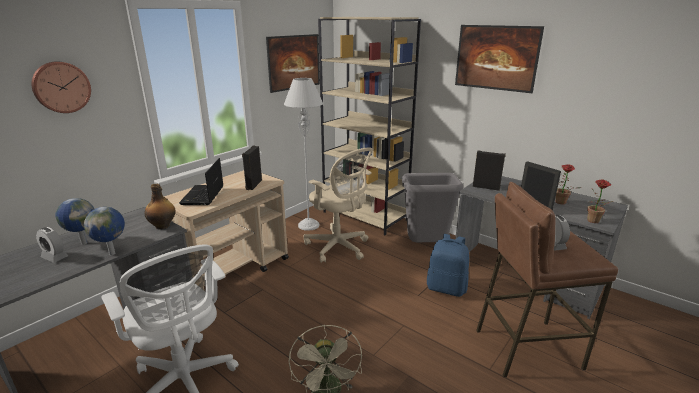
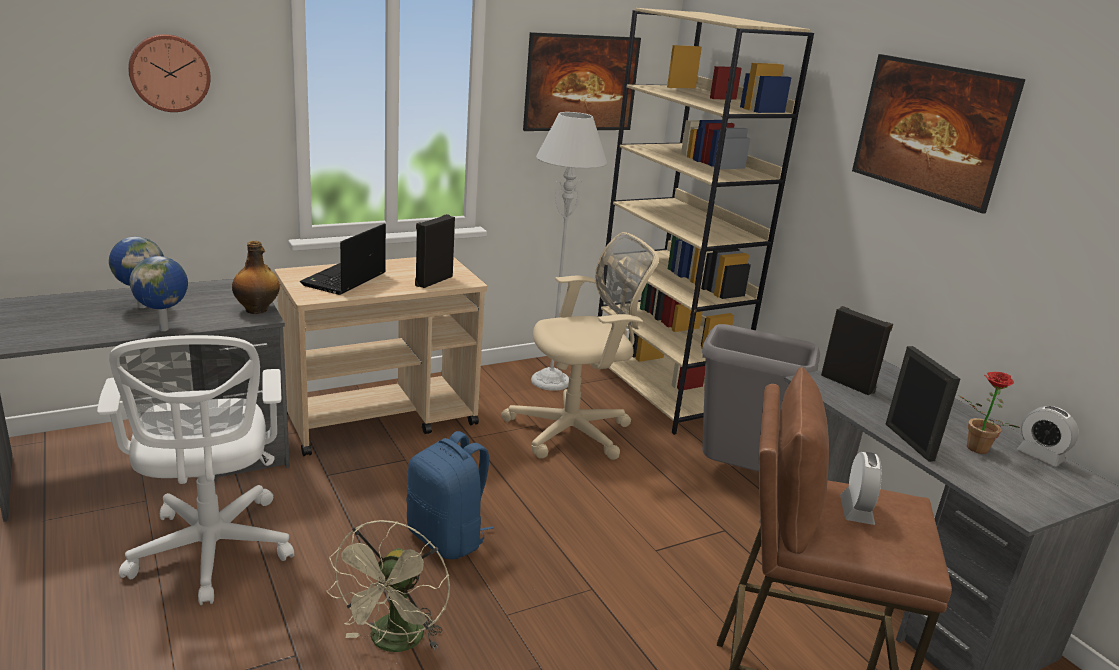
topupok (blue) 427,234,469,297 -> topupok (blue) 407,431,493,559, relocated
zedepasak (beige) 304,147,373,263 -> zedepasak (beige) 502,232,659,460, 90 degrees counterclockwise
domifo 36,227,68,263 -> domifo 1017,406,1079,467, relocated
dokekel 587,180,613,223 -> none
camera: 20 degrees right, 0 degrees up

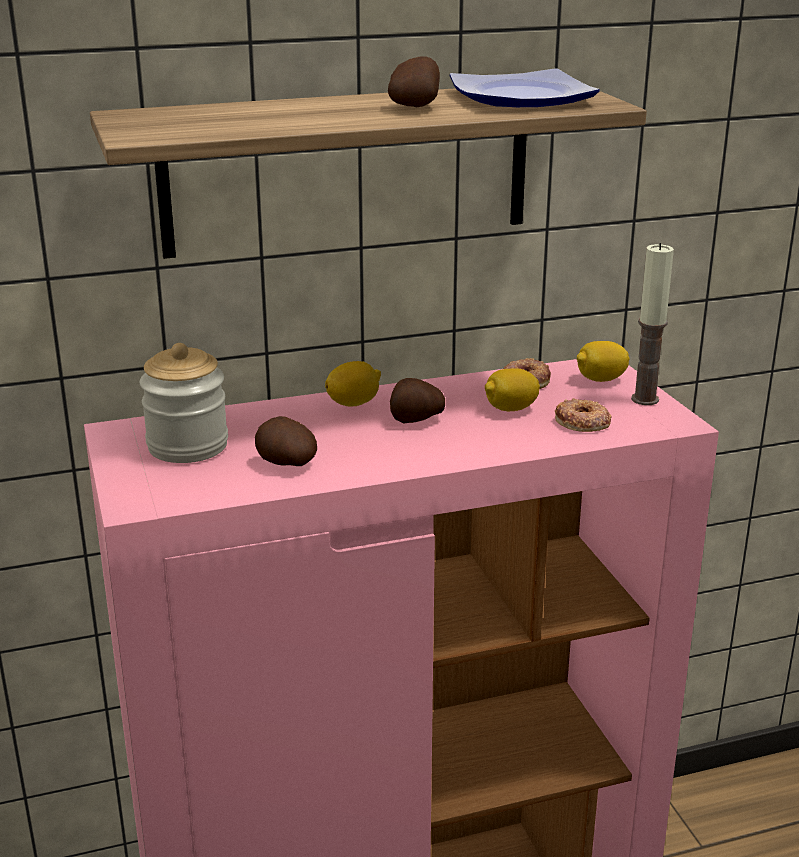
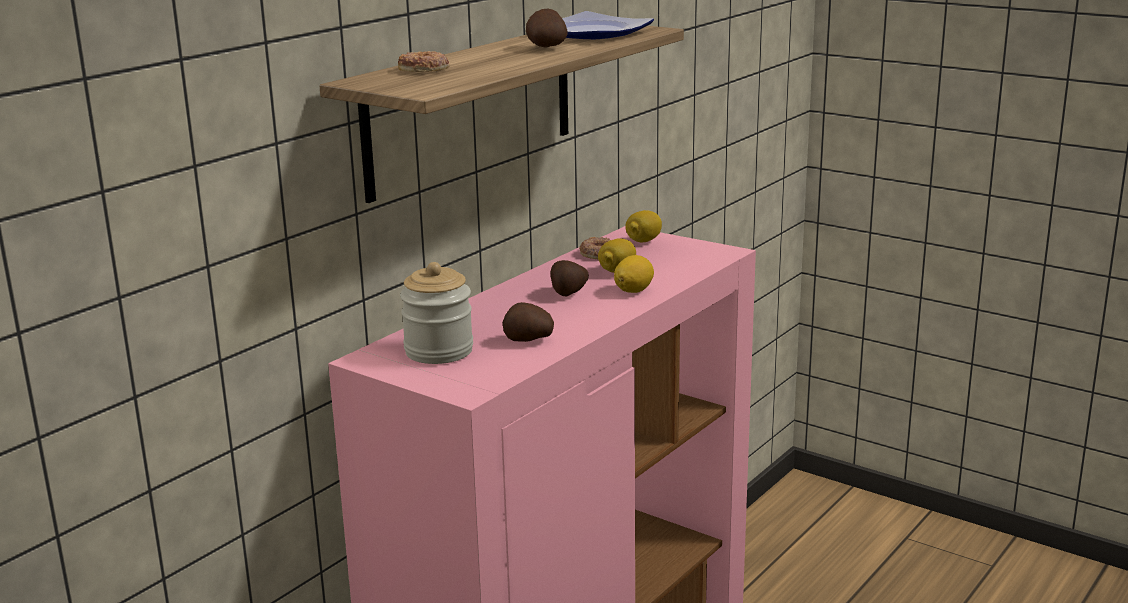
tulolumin 555,399,612,432 -> tulolumin 398,51,449,72, relocated
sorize 325,361,381,407 -> sorize 614,255,654,293, relocated
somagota 631,243,674,405 -> none
camera: 35 degrees left, 5 degrees down

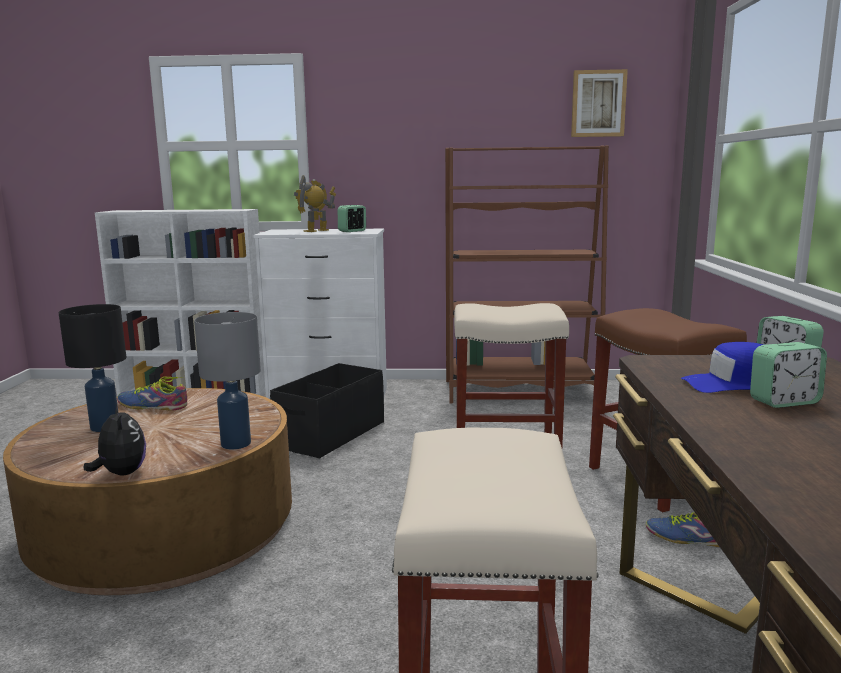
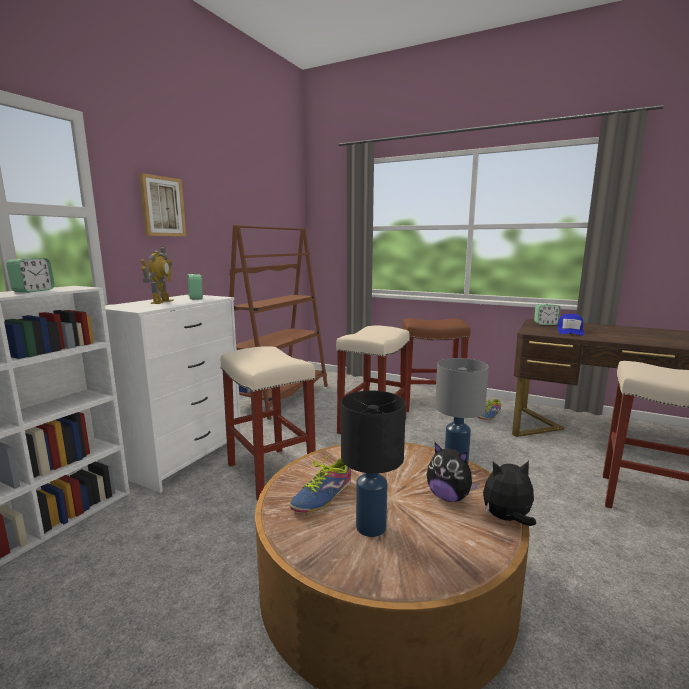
domifo 750,342,827,408 -> domifo 6,258,55,293, relocated
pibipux 571,69,628,137 -> pibipux 139,173,186,236, relocated
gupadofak 294,175,336,232 -> gupadofak 141,246,174,304, 150 degrees counterclockwise
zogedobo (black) 270,363,384,458 -> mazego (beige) 220,346,316,500
none -> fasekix 427,443,480,502
camera: 65 degrees left, 0 degrees up

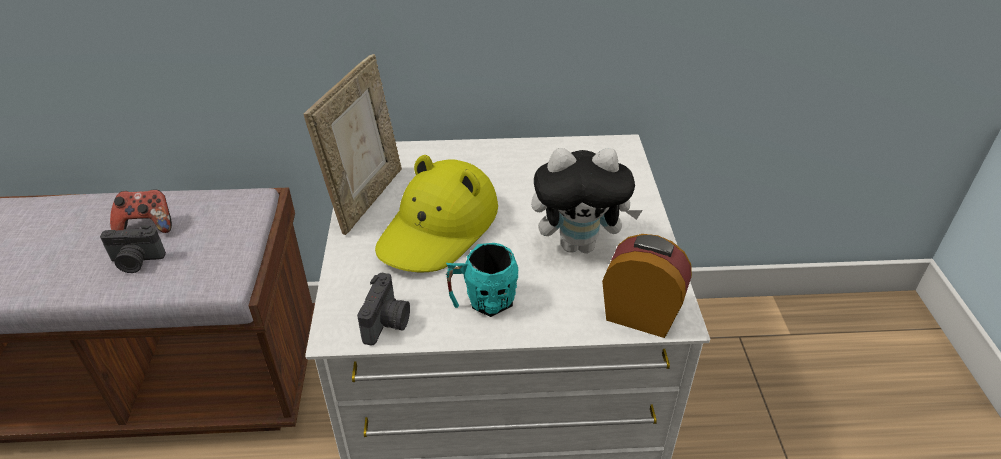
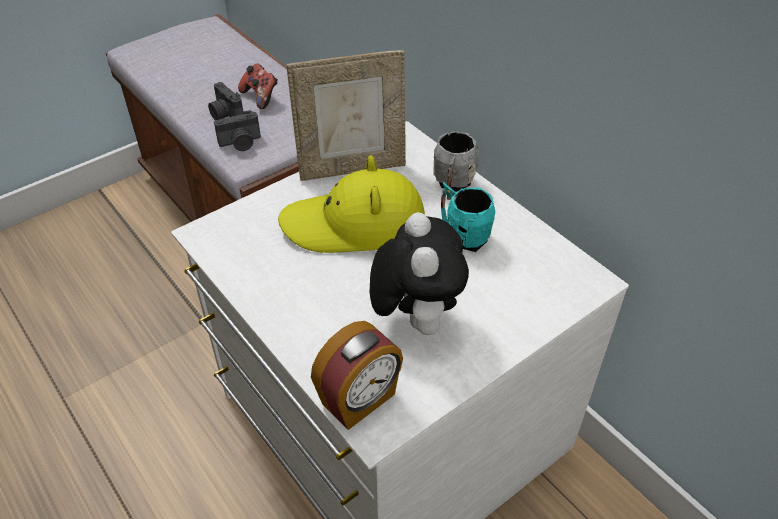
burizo 357,273,410,346 -> burizo 214,110,261,151, relocated
domifo 602,234,692,338 -> domifo 311,321,403,430, 60 degrees clockwise
fasekix 531,148,643,253 -> fasekix 370,212,469,335, 150 degrees counterclockwise
none -> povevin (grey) 433,131,479,200
povevin (turquoise) 445,243,519,317 -> povevin (turquoise) 441,182,495,252, relocated
camera: 55 degrees right, 5 degrees up

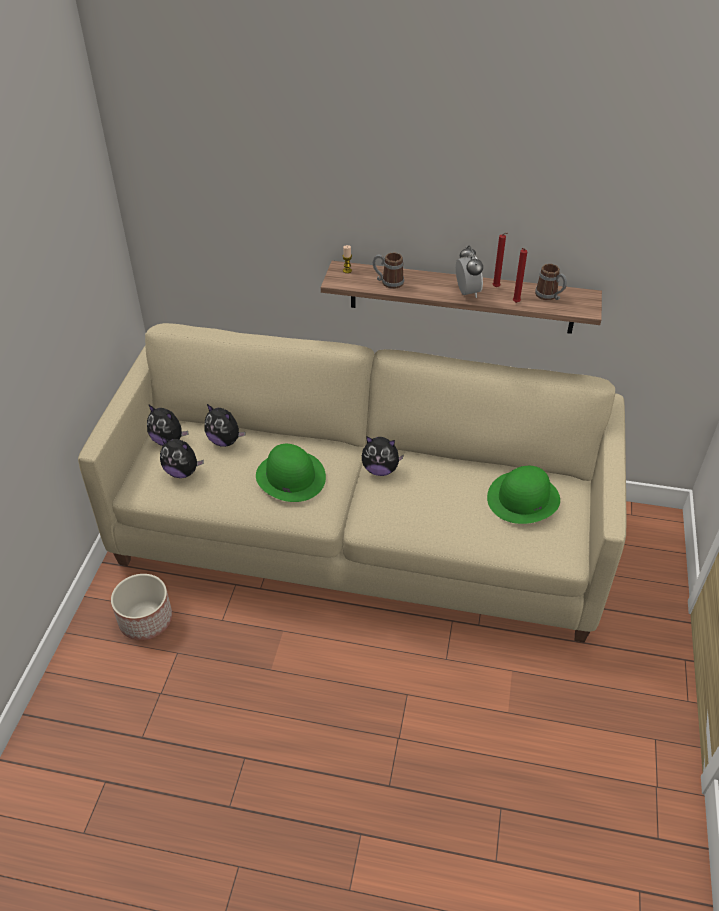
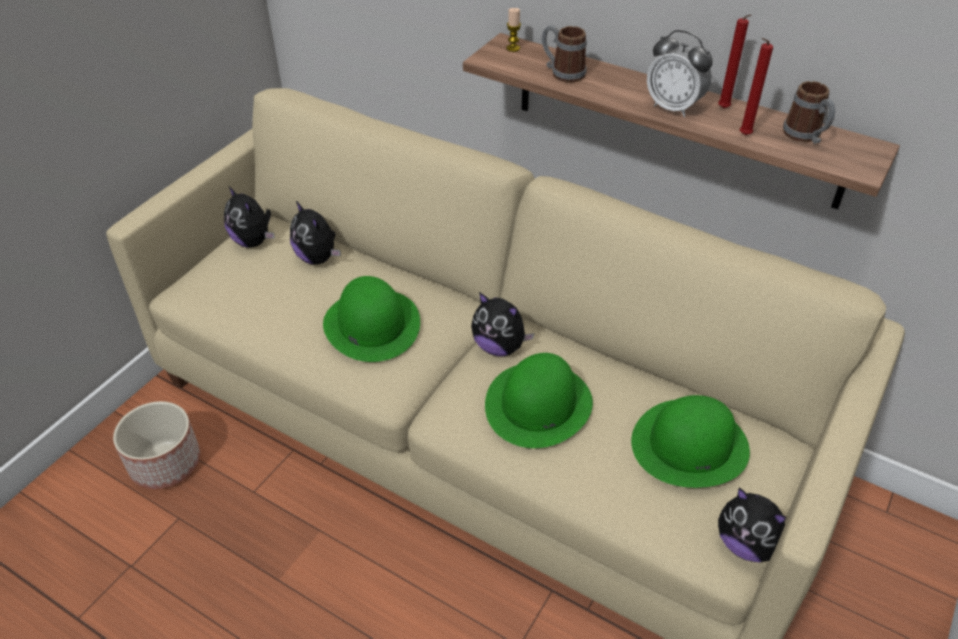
none -> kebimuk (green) 485,353,593,448
domifo 456,246,483,298 -> domifo 647,30,712,117, 120 degrees clockwise
fasekix 160,437,204,478 -> fasekix 718,488,786,562, relocated
camera: 20 degrees right, 0 degrees up

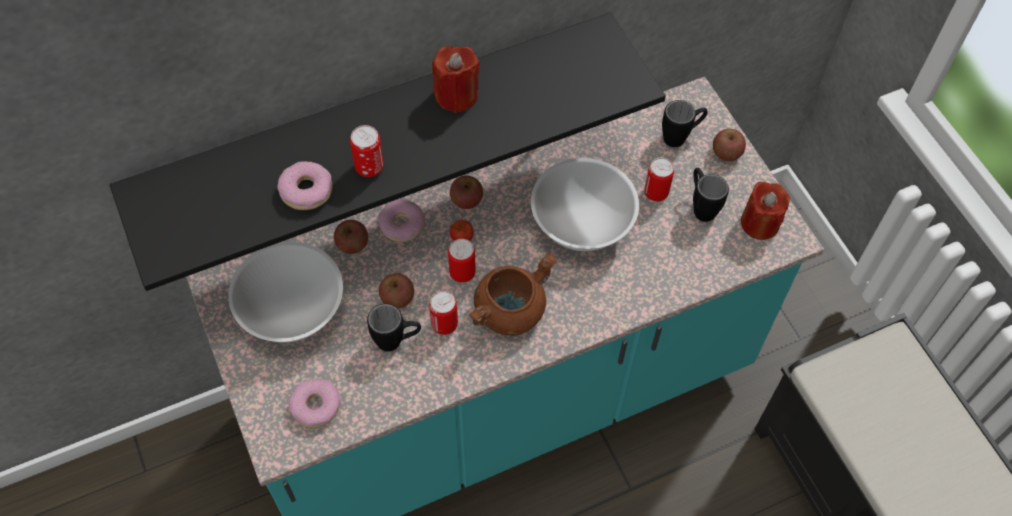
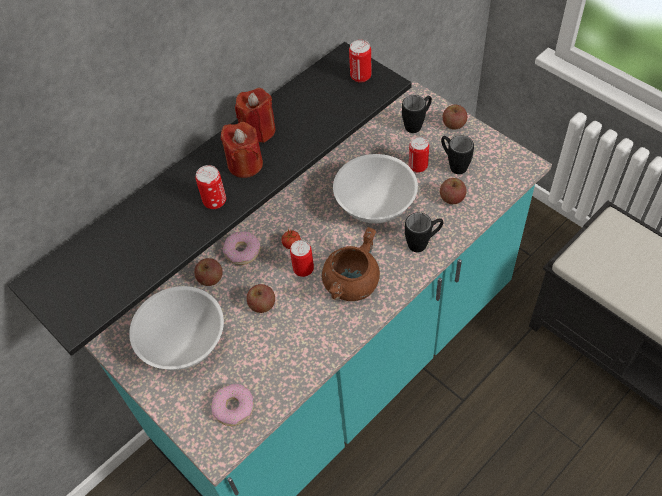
somagota (red) 741,182,790,240 -> somagota (red) 221,122,263,178, relocated
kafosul 429,291,458,335 -> kafosul 349,40,372,83, relocated
povevin (black) 367,304,421,352 -> povevin (black) 405,213,443,252, relocated
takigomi 450,176,483,209 -> takigomi 440,178,467,204, relocated
tulolumin 277,161,332,210 -> none
camera: 15 degrees left, 5 degrees down

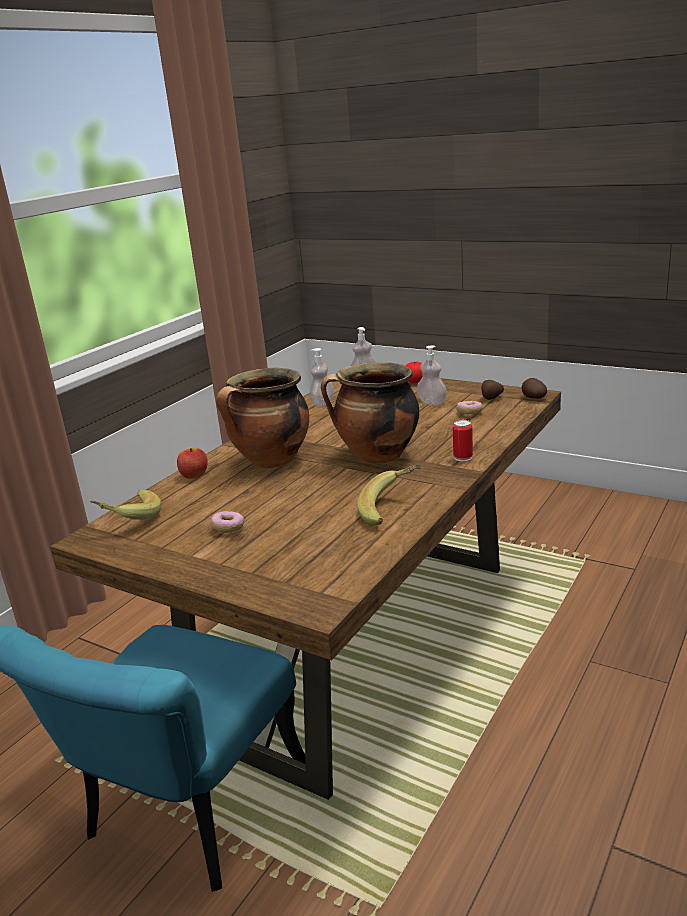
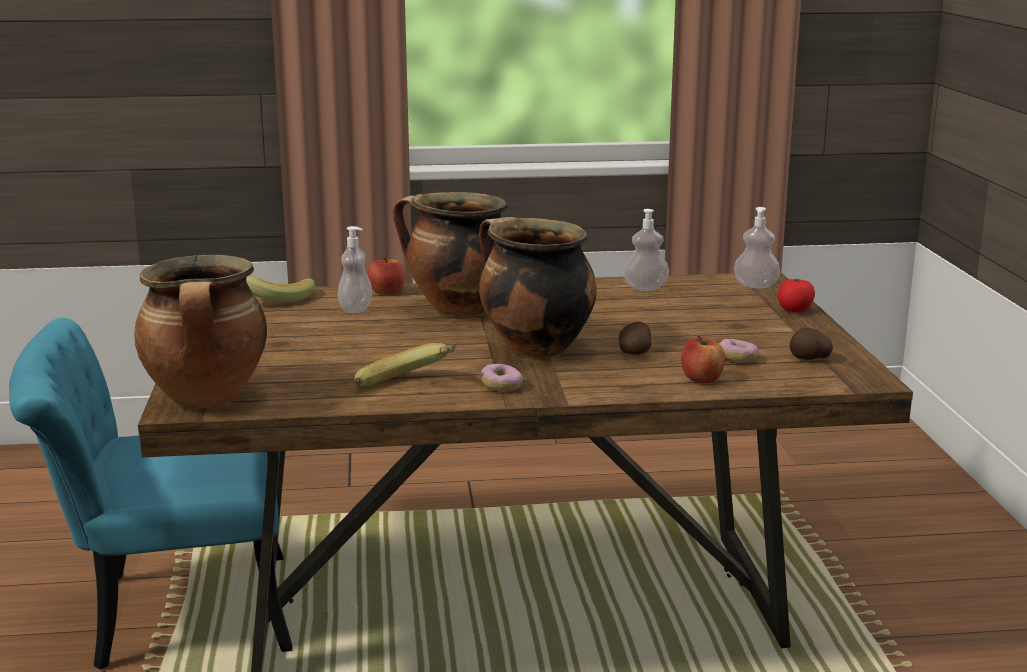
none -> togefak 134,255,267,409
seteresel 417,345,447,405 -> seteresel 338,226,372,313, relocated
tulolumin 211,511,244,532 -> tulolumin 480,364,523,392, relocated
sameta 522,378,547,399 -> sameta 619,321,651,355, relocated
none -> takigomi 681,336,725,383
kafosul 453,420,473,462 -> none
camera: 50 degrees right, 5 degrees down

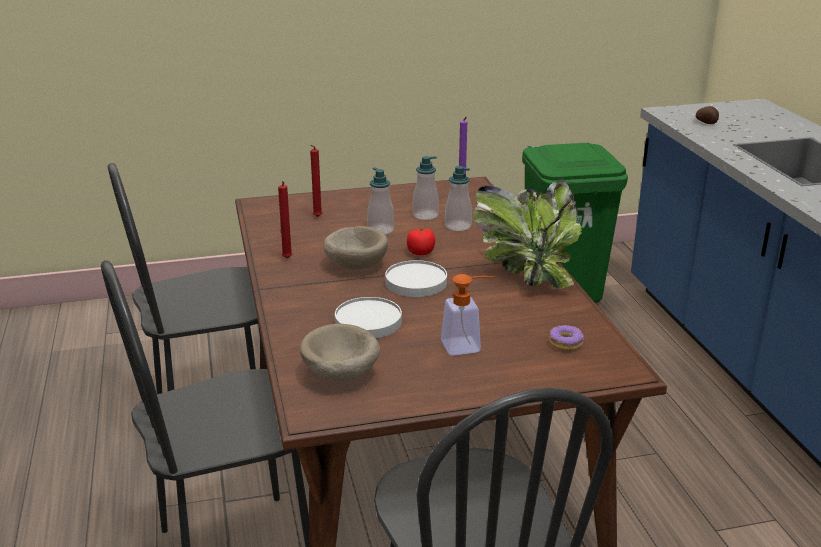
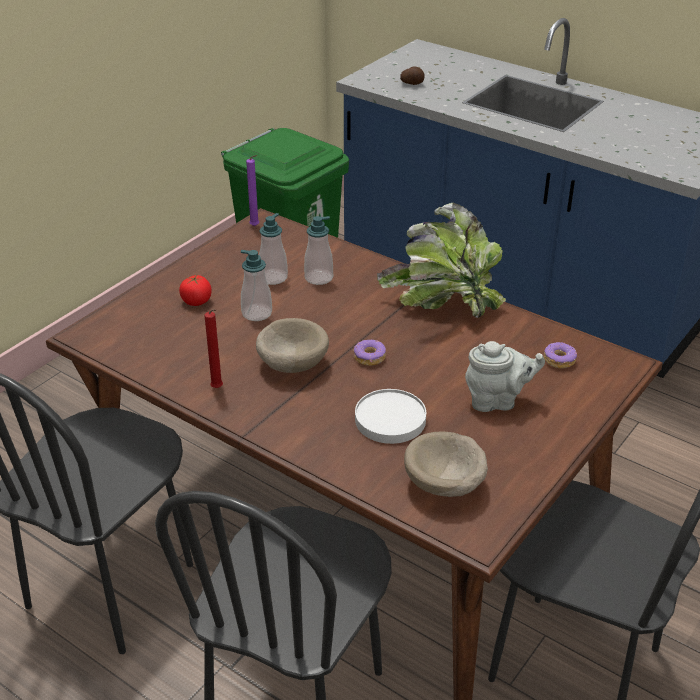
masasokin 407,227,435,255 -> masasokin 179,275,212,306, relocated
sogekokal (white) 385,260,447,297 -> tulolumin 354,340,386,366
seteresel 441,274,495,356 -> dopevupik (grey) 465,341,545,412
somagota (red) 310,145,322,217 -> none
camera: 40 degrees left, 10 degrees up

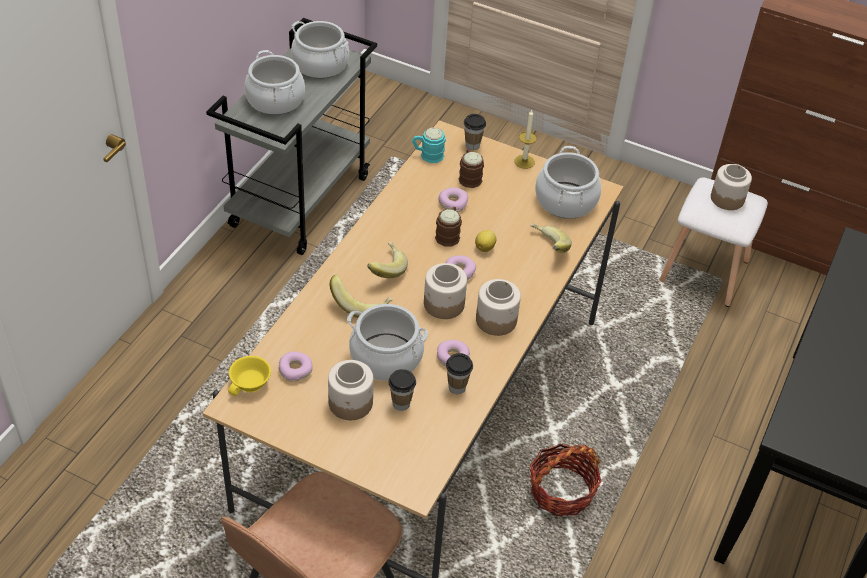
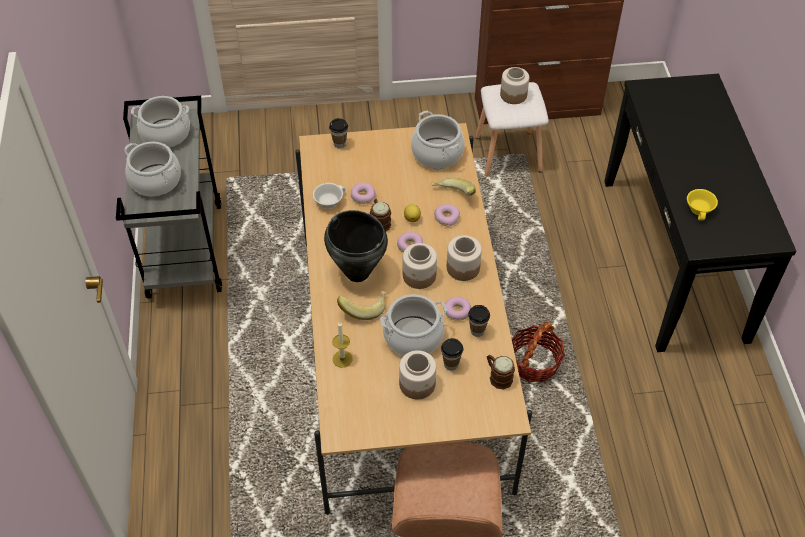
none -> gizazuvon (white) 313,183,345,209
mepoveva 367,242,408,278 -> togefak (black) 324,210,388,282
somagota 514,110,537,169 -> somagota 332,321,353,368, relocated
tulolumin 278,351,313,382 -> tulolumin 434,204,460,226, relocated
povevin (brown) 458,149,484,188 -> povevin (brown) 487,355,515,390, relocated
gizazuvon (yellow) 228,356,271,396 -> gizazuvon (yellow) 687,189,718,220, relocated
povevin (turquoise) 412,128,446,163 -> none
camera: 30 degrees left, 5 degrees up

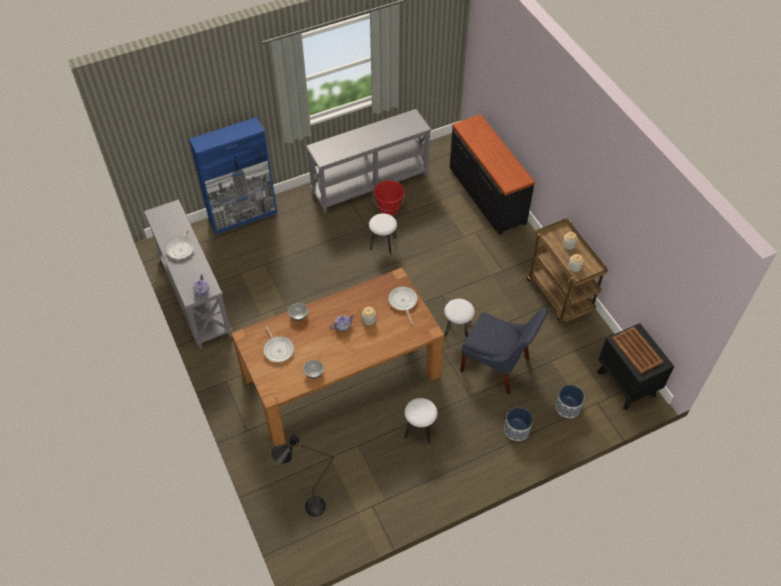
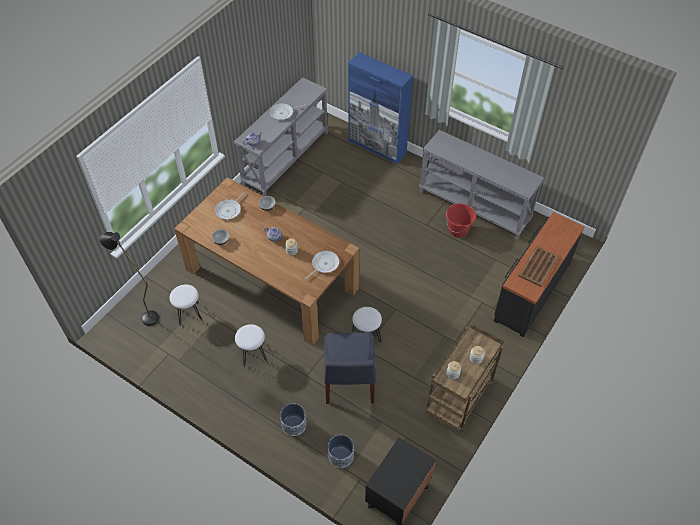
mazego (white) 369,213,397,255 -> mazego (white) 170,284,202,326, relocated
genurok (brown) 612,327,663,374 -> genurok (brown) 518,246,559,287, relocated
camera: 60 degrees right, 0 degrees up

